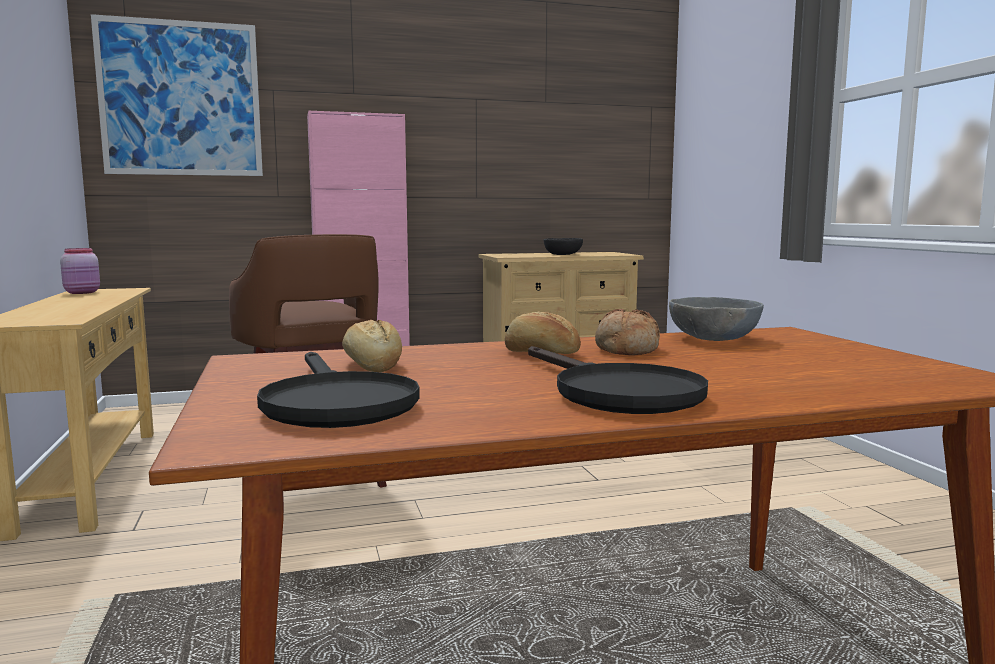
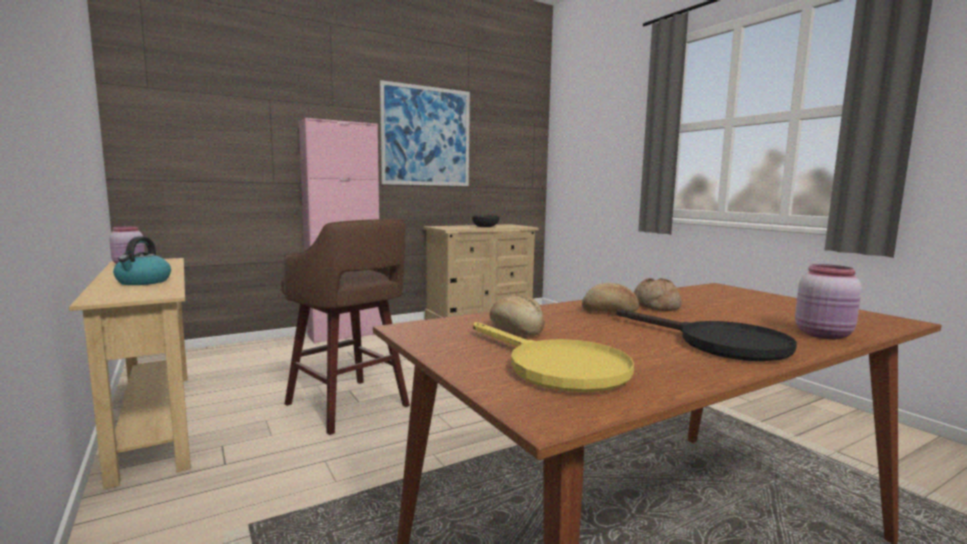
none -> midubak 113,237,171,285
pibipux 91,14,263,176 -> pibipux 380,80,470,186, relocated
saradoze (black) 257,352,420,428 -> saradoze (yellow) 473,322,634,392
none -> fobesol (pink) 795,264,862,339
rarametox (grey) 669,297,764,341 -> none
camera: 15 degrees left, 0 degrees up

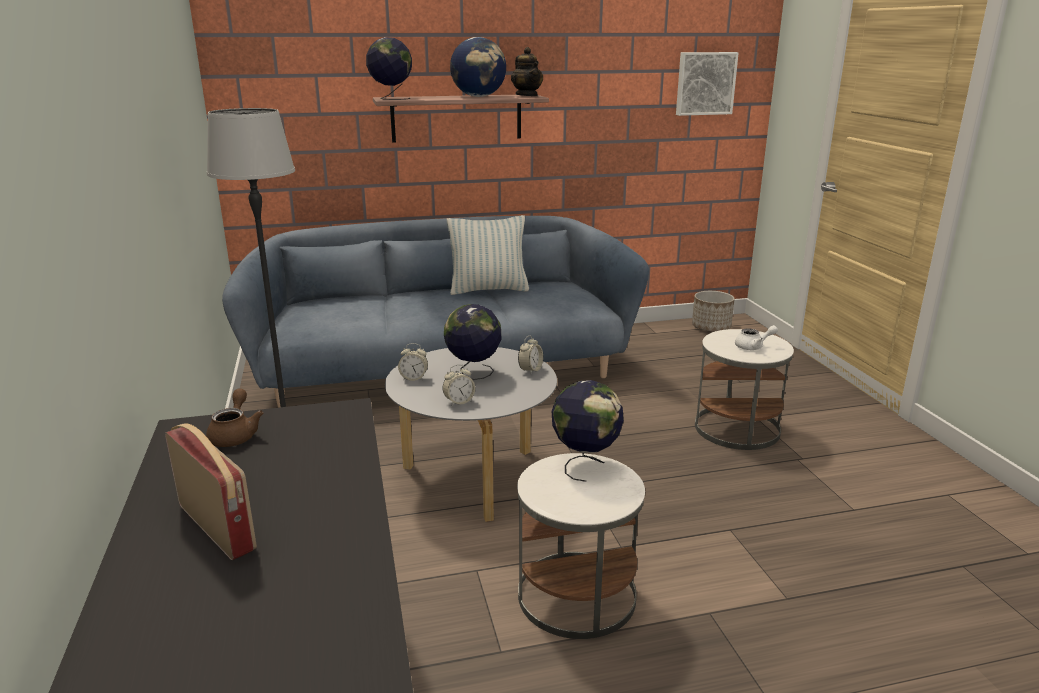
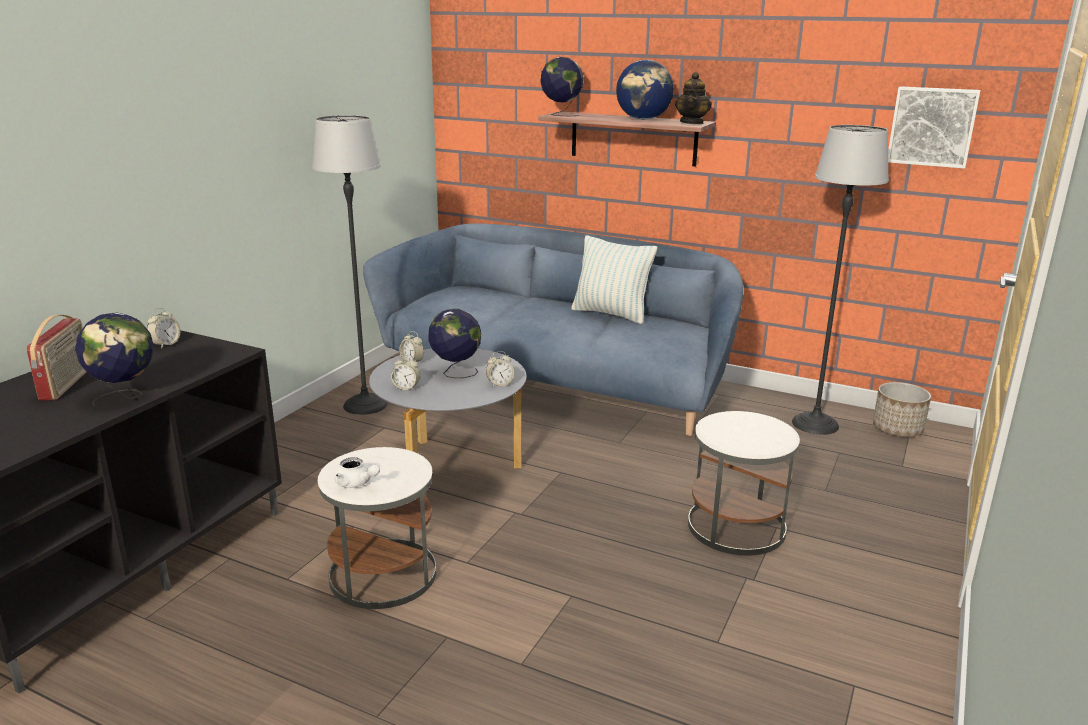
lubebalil 551,380,624,482 -> lubebalil 75,313,154,406, relocated
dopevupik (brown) 206,388,263,447 -> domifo 147,308,181,349
dopevupik (white) 735,325,778,350 -> dopevupik (white) 335,457,380,488, relocated
none -> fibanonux 792,125,889,435
camera: 40 degrees right, 0 degrees up

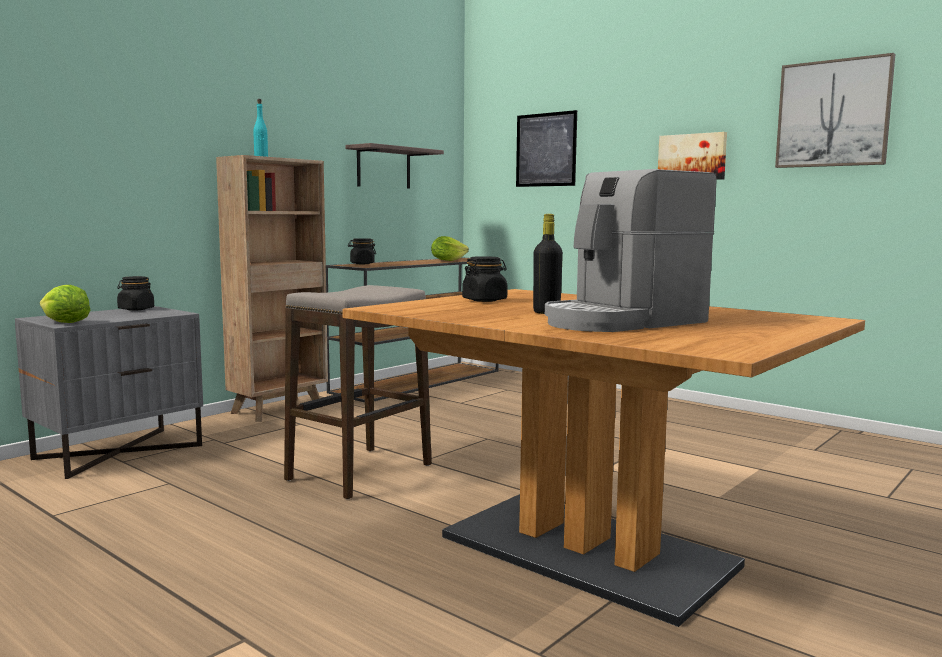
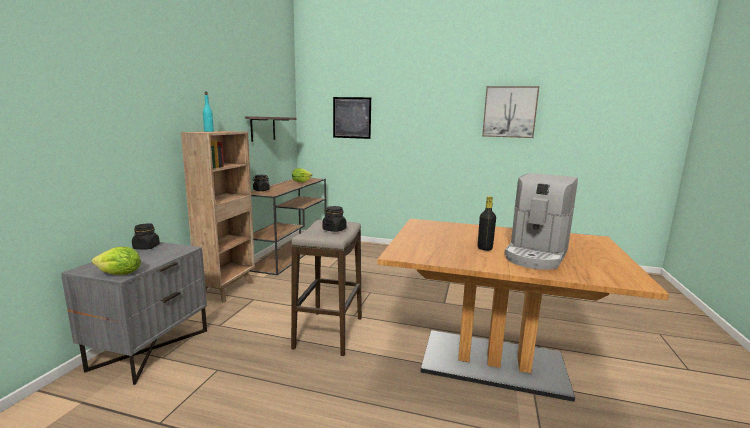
fobesol (black) 462,256,507,302 -> fobesol (black) 322,206,346,232, relocated
pibipux 658,132,727,180 -> none
camera: 25 degrees left, 5 degrees up

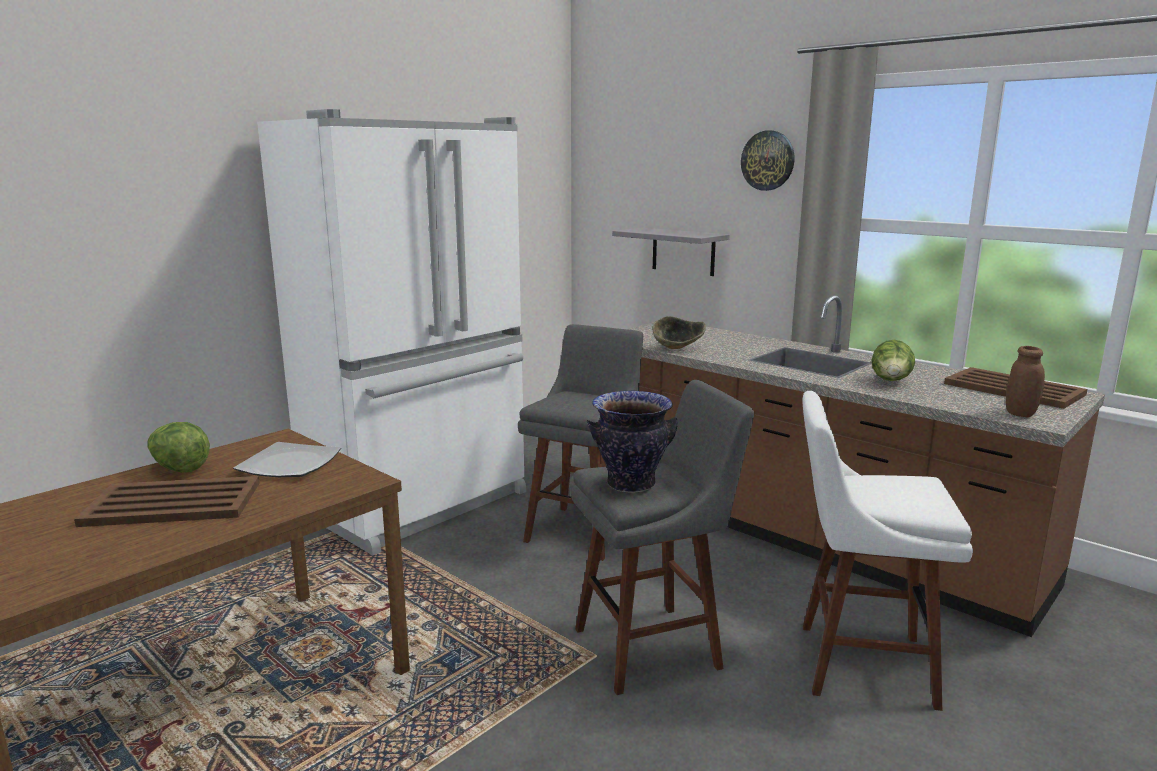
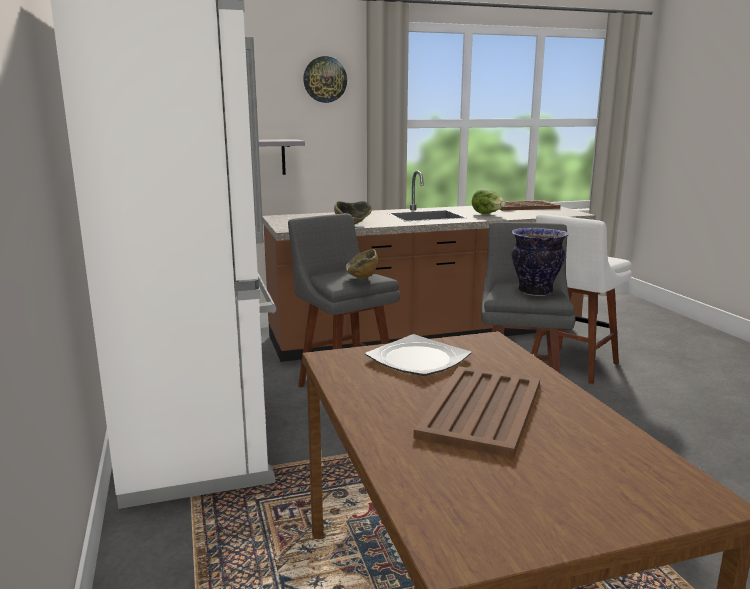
none -> rarametox 346,249,378,279
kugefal 148,422,210,473 -> none
fobesol (brown) 1006,346,1045,417 -> none
camera: 60 degrees left, 0 degrees up

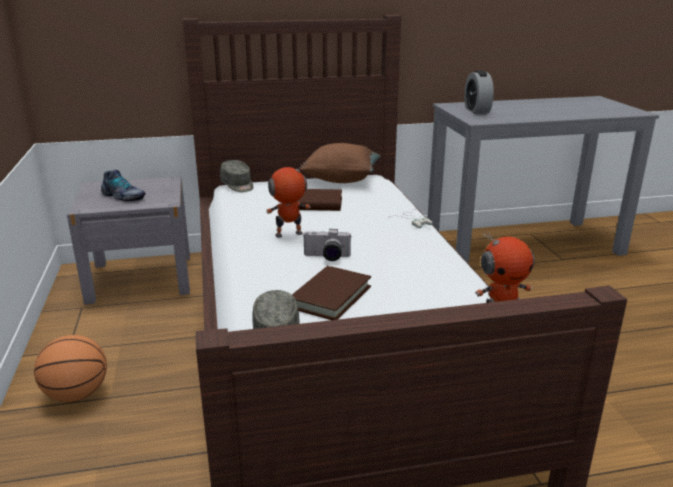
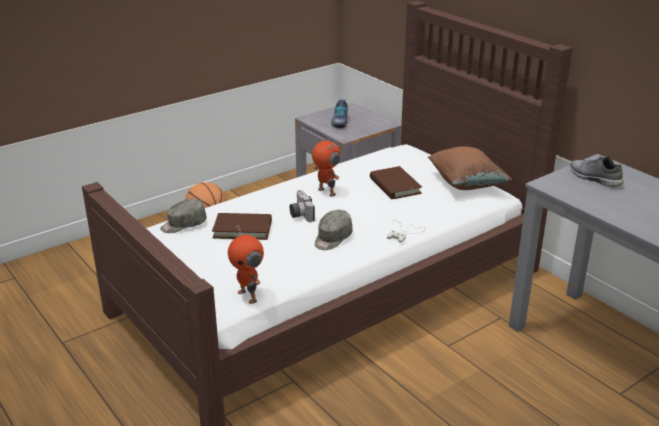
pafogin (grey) 220,160,253,192 -> pafogin (grey) 315,210,353,250, relocated
domifo 464,70,494,114 -> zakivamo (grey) 570,156,624,187
camera: 65 degrees right, 5 degrees up

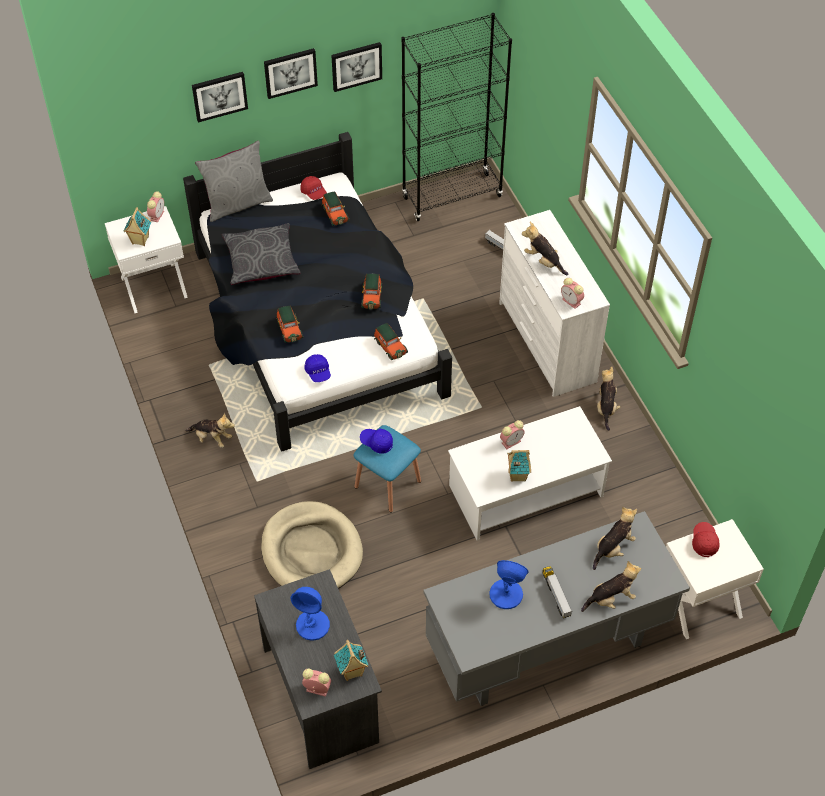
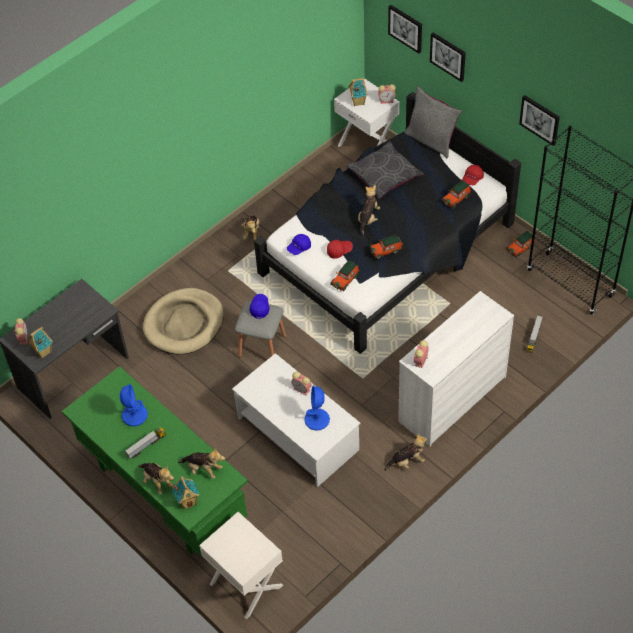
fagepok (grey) 423,511,690,706 -> fagepok (green) 62,366,248,556
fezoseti 507,450,531,482 -> fezoseti 172,476,200,509, relocated
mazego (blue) 354,425,421,513 -> mazego (grey) 235,301,286,358
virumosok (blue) 290,587,330,641 -> virumosok (blue) 305,385,330,431, relocated
pafogin (red) 692,522,720,557 -> pafogin (red) 327,240,353,259, relocated
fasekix 522,222,568,276 -> fasekix 358,185,380,236, relocated
pibipux 264,48,318,99 -> pibipux 388,5,422,53, relocated
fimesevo 276,306,303,343 -> fimesevo 506,231,535,258, relocated
camera: 70 degrees right, 0 degrees up

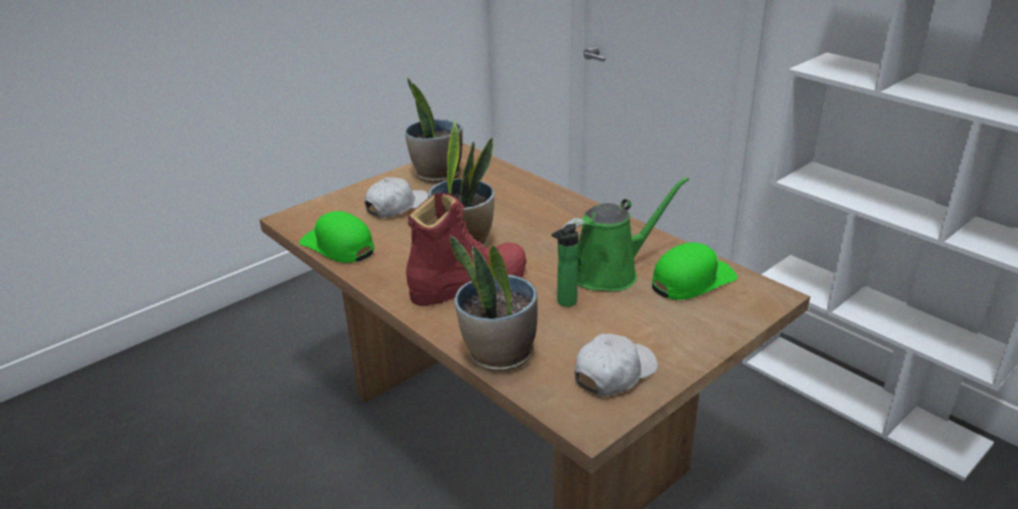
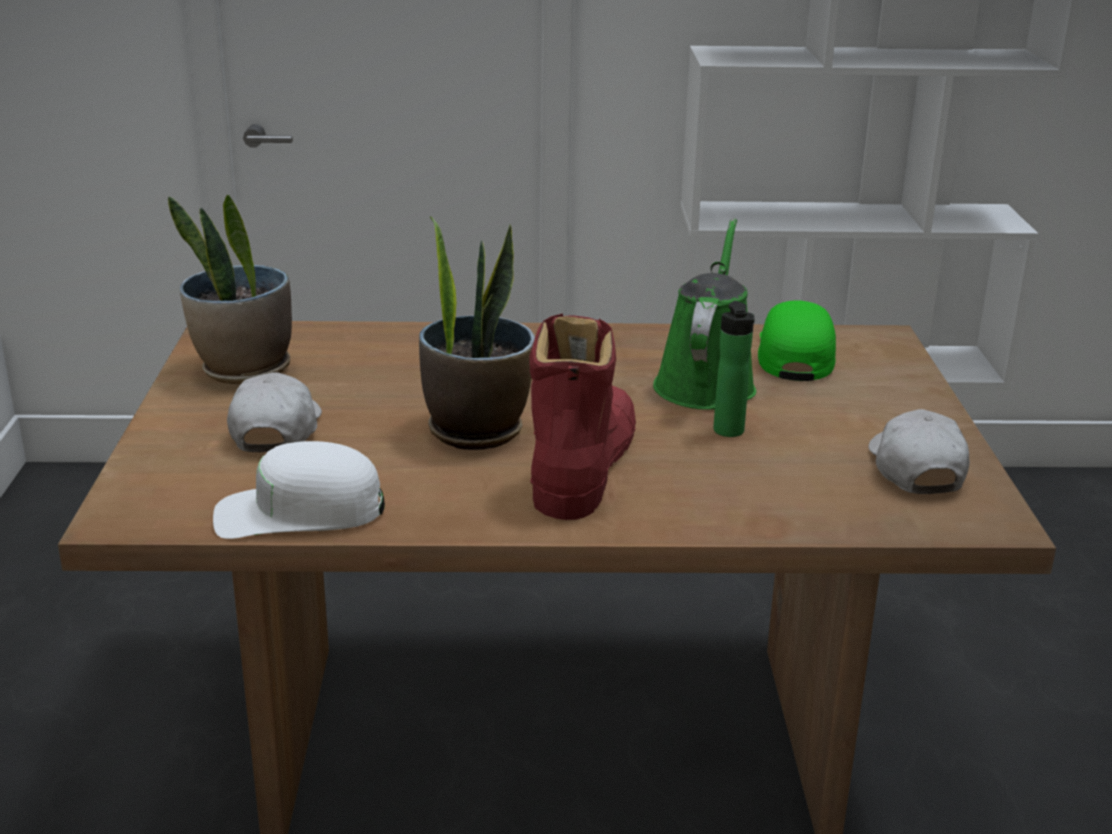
pafogin (green) 299,211,374,263 -> pafogin (white) 213,441,385,539
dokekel 450,235,538,372 -> none
camera: 50 degrees left, 5 degrees down

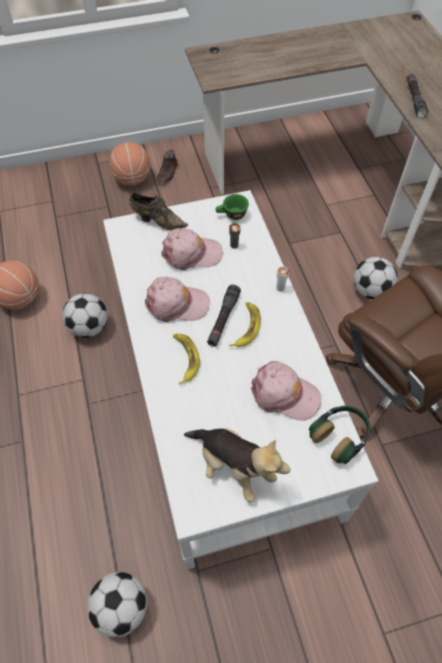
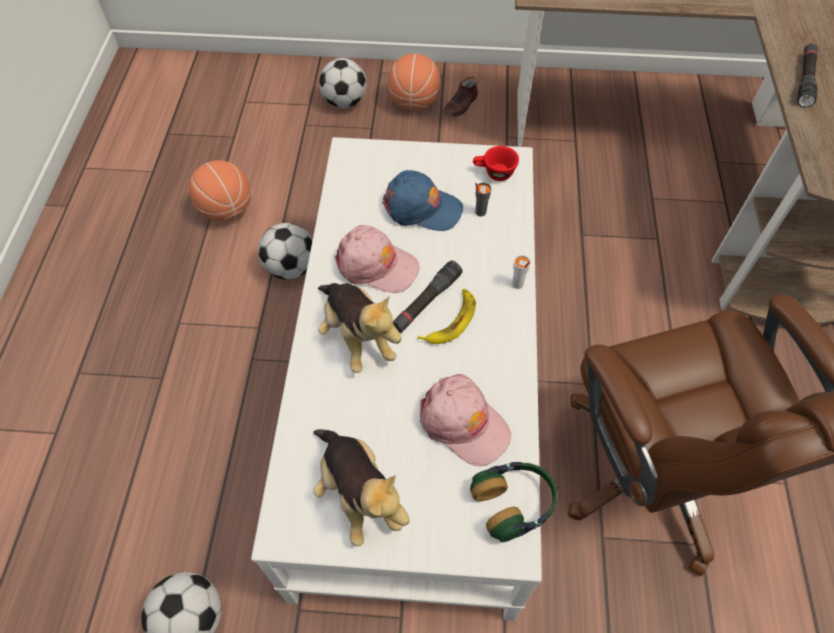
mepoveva 173,334,200,385 -> fasekix 318,283,402,373
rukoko 354,257,397,299 -> rukoko 319,58,367,108, relocated
pafogin (pink) 161,228,222,270 -> pafogin (blue) 382,170,463,231
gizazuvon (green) 215,194,249,220 -> gizazuvon (red) 473,146,519,181
zakivamo (brown) 129,192,188,231 -> none
camera: 20 degrees right, 0 degrees up

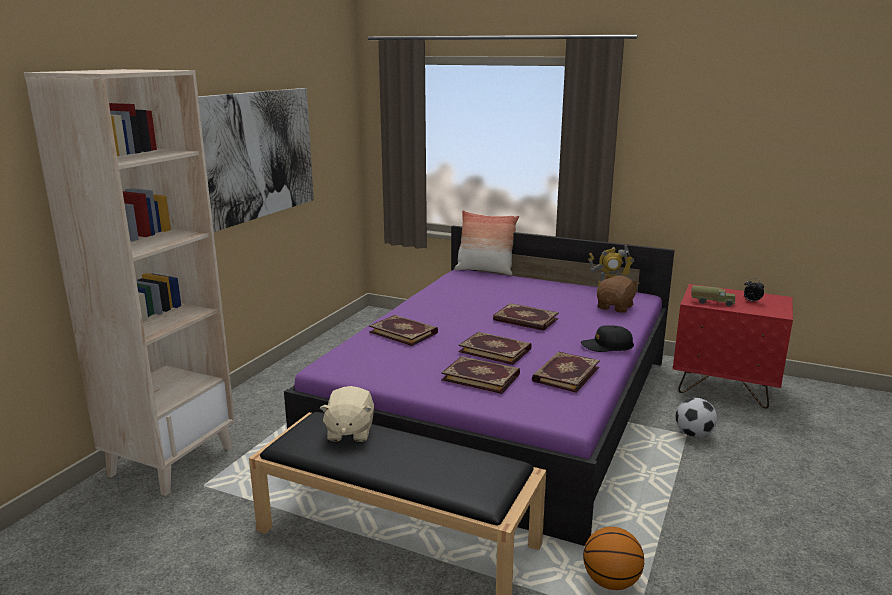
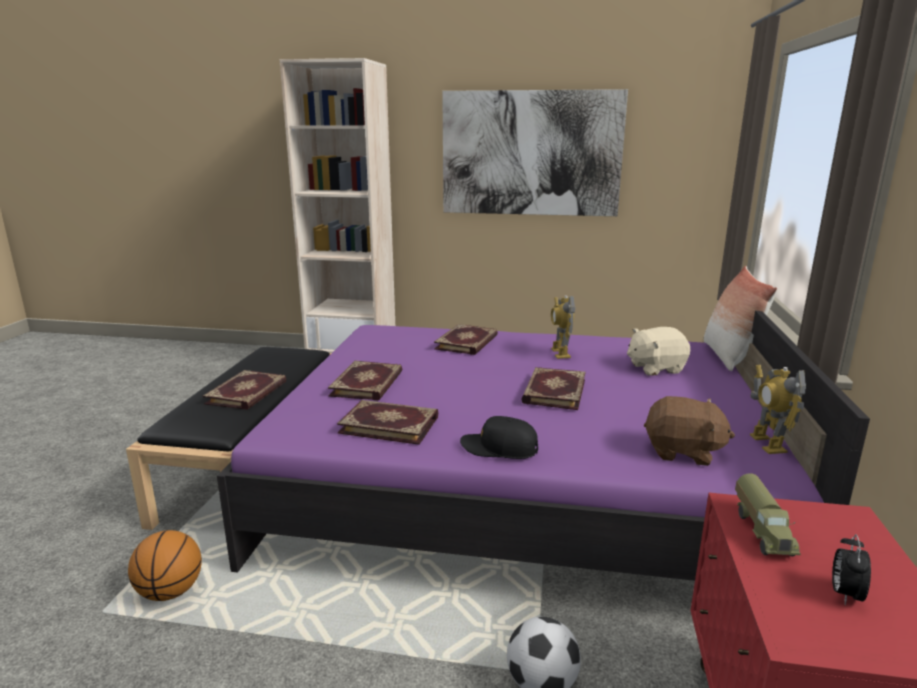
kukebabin 458,332,532,365 -> kukebabin 203,370,286,410, relocated
pafogin (black) 581,325,634,352 -> pafogin (black) 460,416,538,459, 60 degrees counterclockwise
none -> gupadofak 551,296,575,359
fasekix (beige) 320,386,374,442 -> fasekix (beige) 627,327,690,376, relocated
camera: 75 degrees right, 0 degrees up

